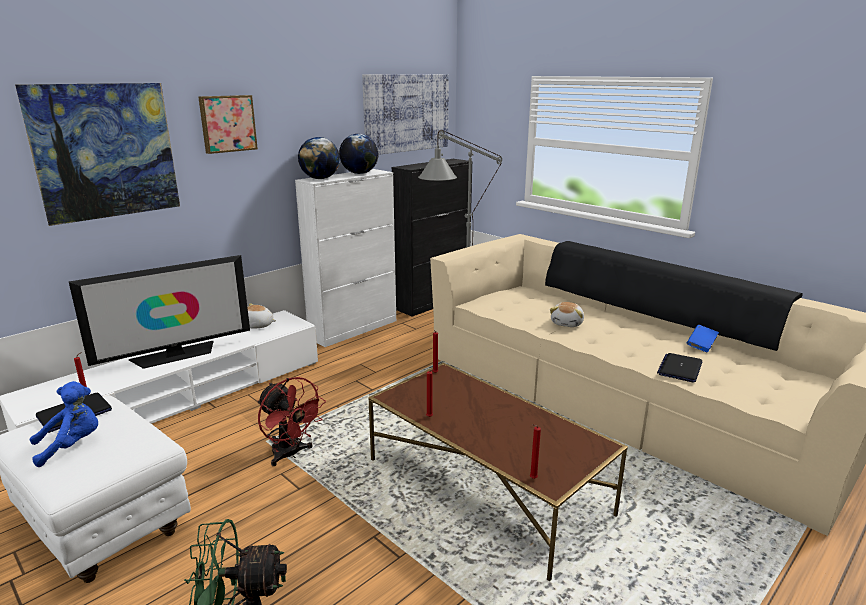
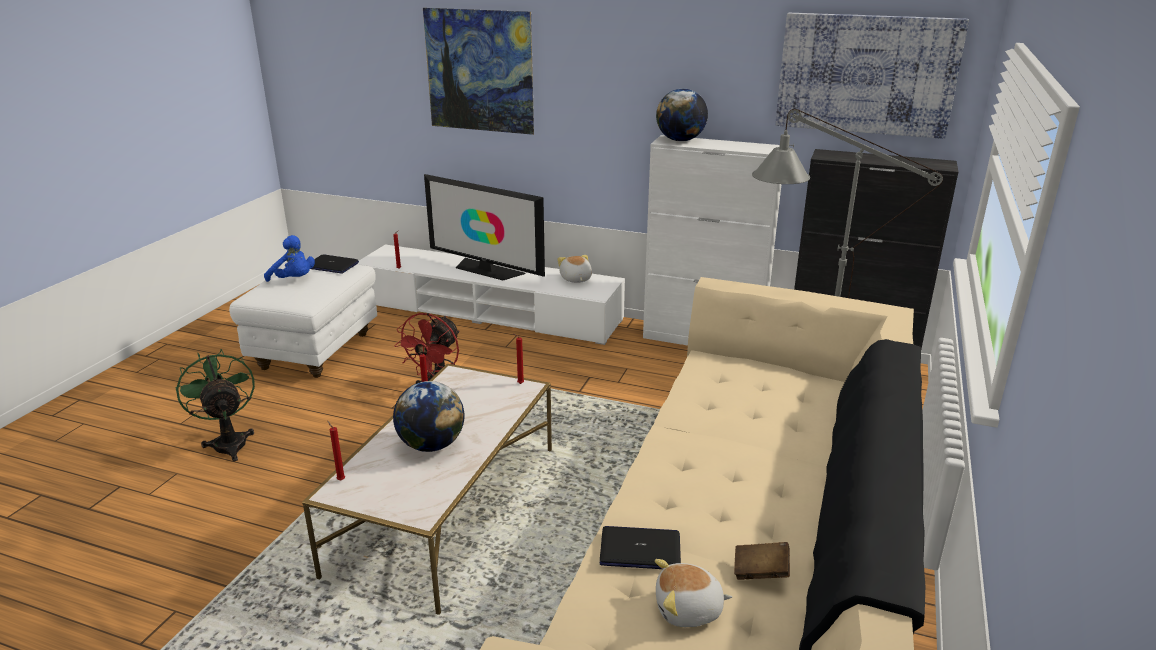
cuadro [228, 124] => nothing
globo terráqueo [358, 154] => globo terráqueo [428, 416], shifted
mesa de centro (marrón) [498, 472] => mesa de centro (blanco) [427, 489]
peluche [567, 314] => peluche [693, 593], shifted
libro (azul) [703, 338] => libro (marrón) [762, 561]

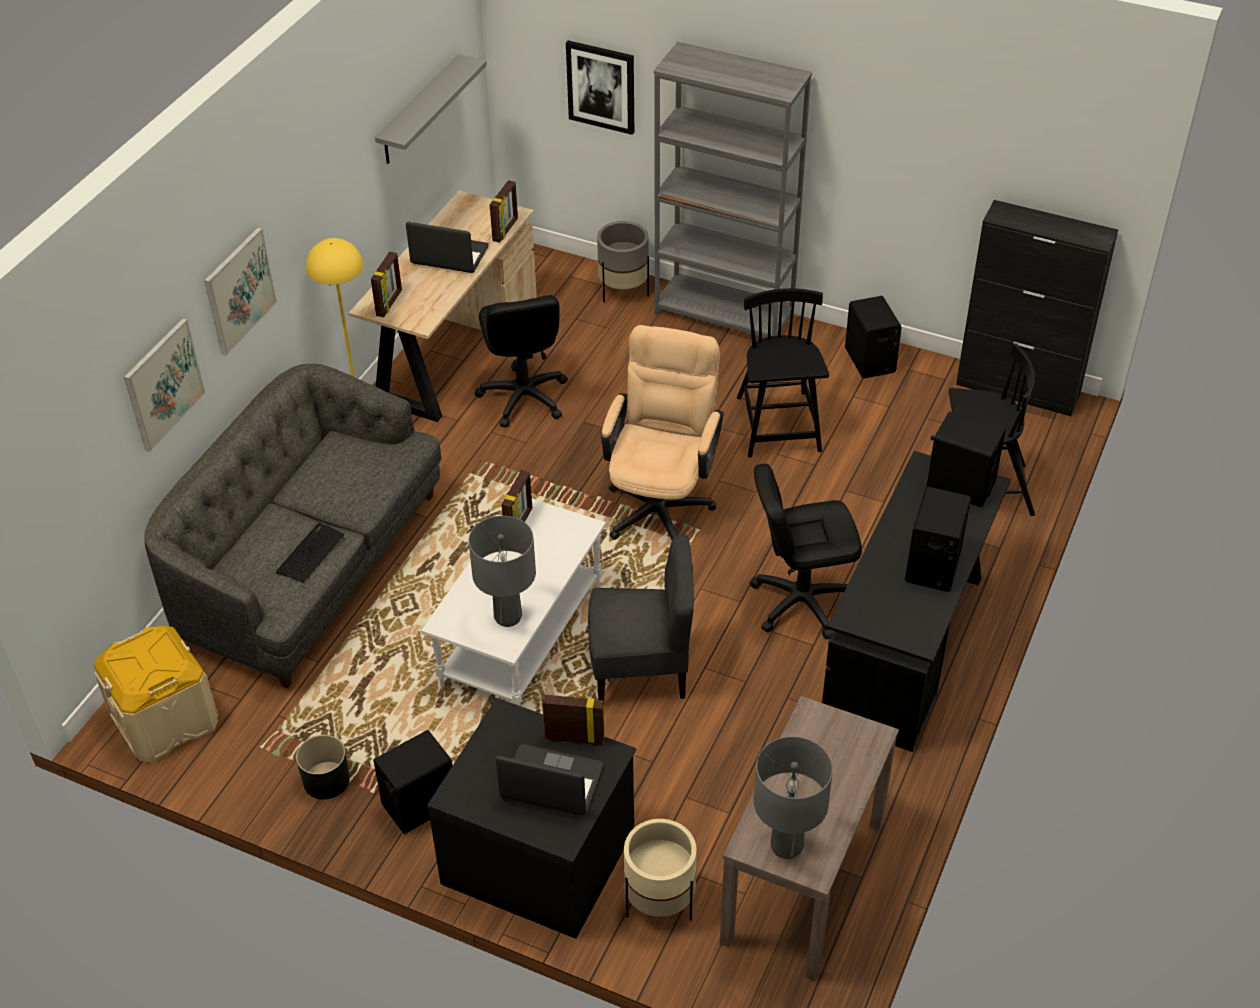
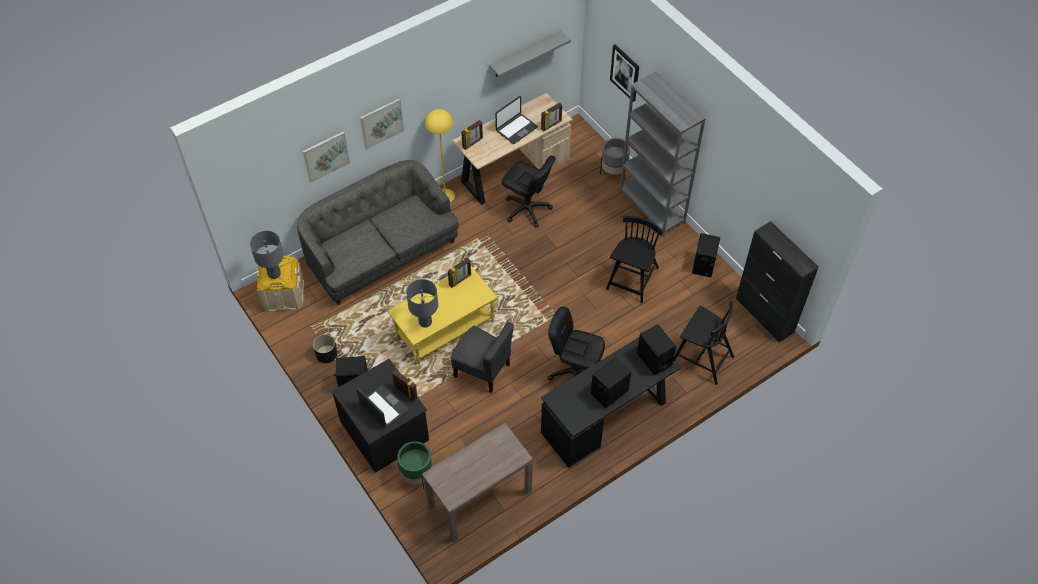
teclado [310, 552] => nothing
portátil [447, 247] => portátil [516, 120], 90 degrees clockwise
mesa de centro (blanco) [513, 602] => mesa de centro (amarillo) [442, 315]
silla de oficina (negro) [521, 361] => silla de oficina (negro) [529, 191], 75 degrees counterclockwise
silla de oficina (beis) [662, 432] => nothing
maceta (beis) [660, 869] => maceta (verde) [415, 465]
lámpara de mesa (gris) [793, 797] => lámpara de mesa (gris) [267, 255], shifted

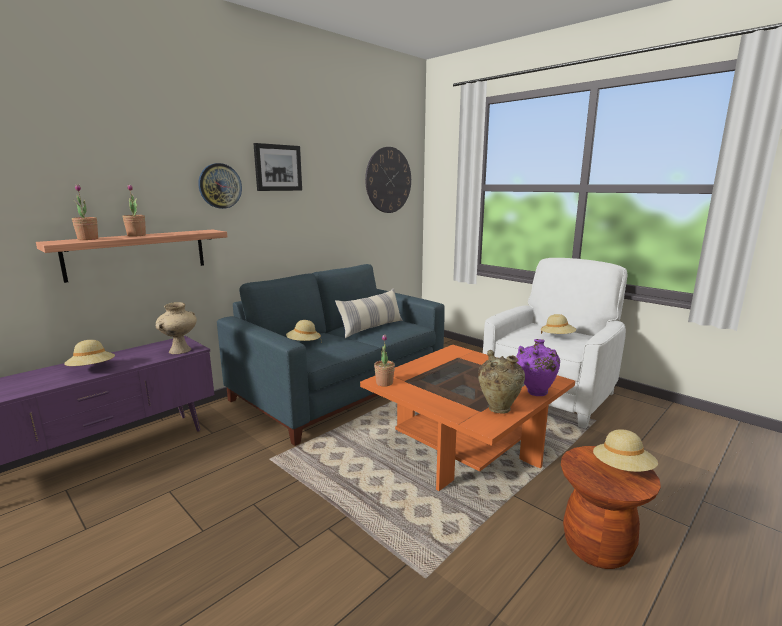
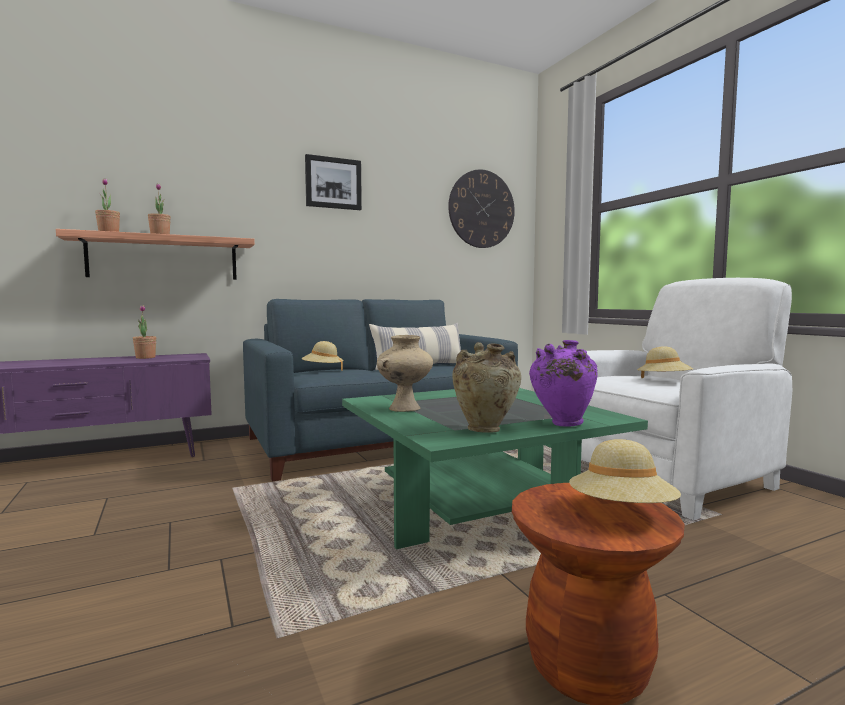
sombrero (beis) [89, 353] => nothing
florero (beis) [176, 328] => florero (beis) [405, 373], shifted
reloj de pared [220, 186] => nothing
mesa de centro (naranja) [467, 418] => mesa de centro (verde) [495, 468]
planta en maceta [384, 360] => planta en maceta [144, 332], shifted

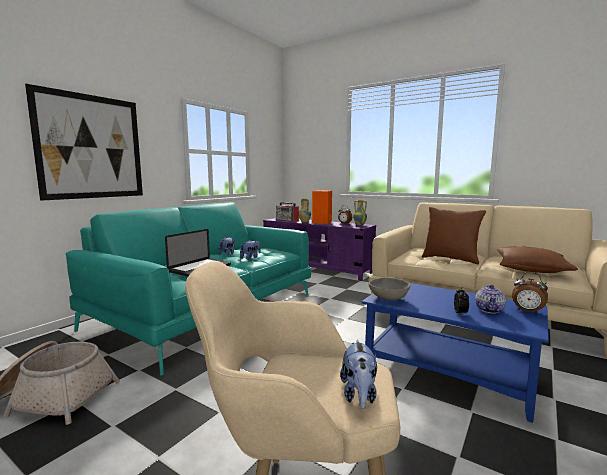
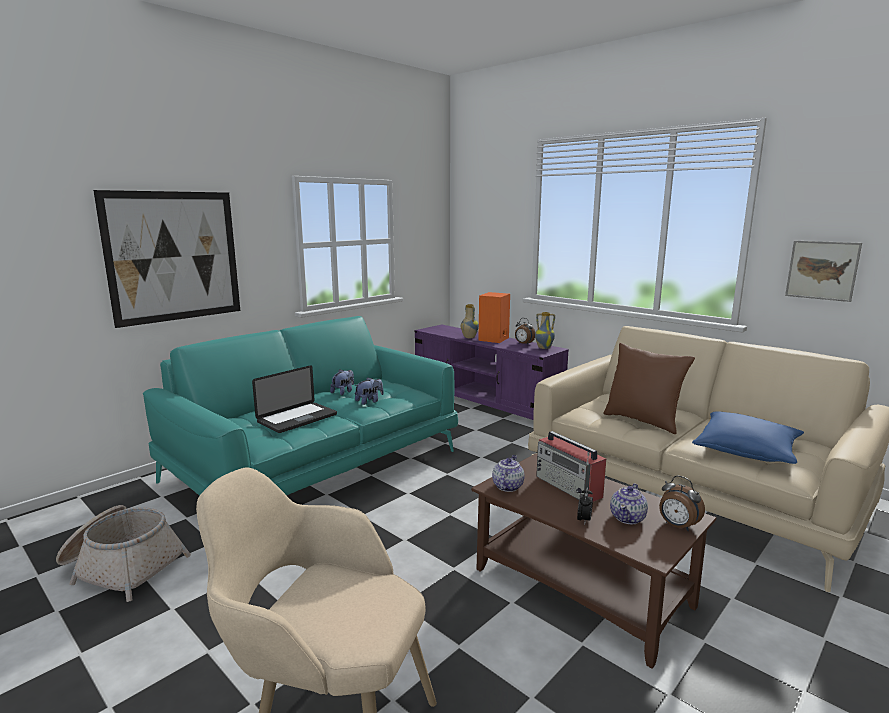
radio [287, 212] => radio [571, 466], shifted
peluche [358, 374] => nothing
mesa de centro (azul) [455, 353] => mesa de centro (marrón) [593, 561]
cuenco (gris) [389, 289] => tetera [508, 473]
cojín (marrón) [537, 259] => cojín (azul) [748, 437]
nothing => cuadro [823, 271]

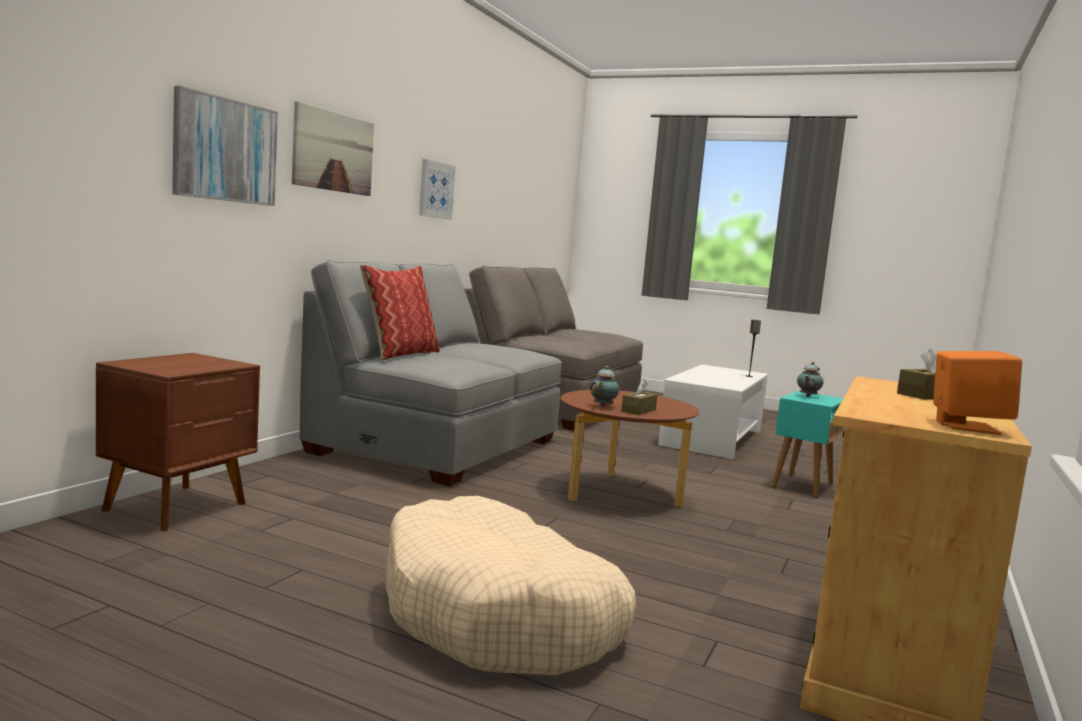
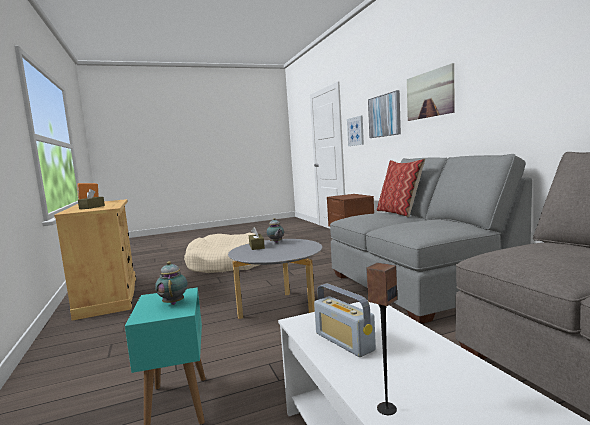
cuadro [437, 189] => cuadro [355, 131], shifted
mesa de centro (marrón) [630, 448] => mesa de centro (gris) [275, 279]
nothing => radio [345, 320]

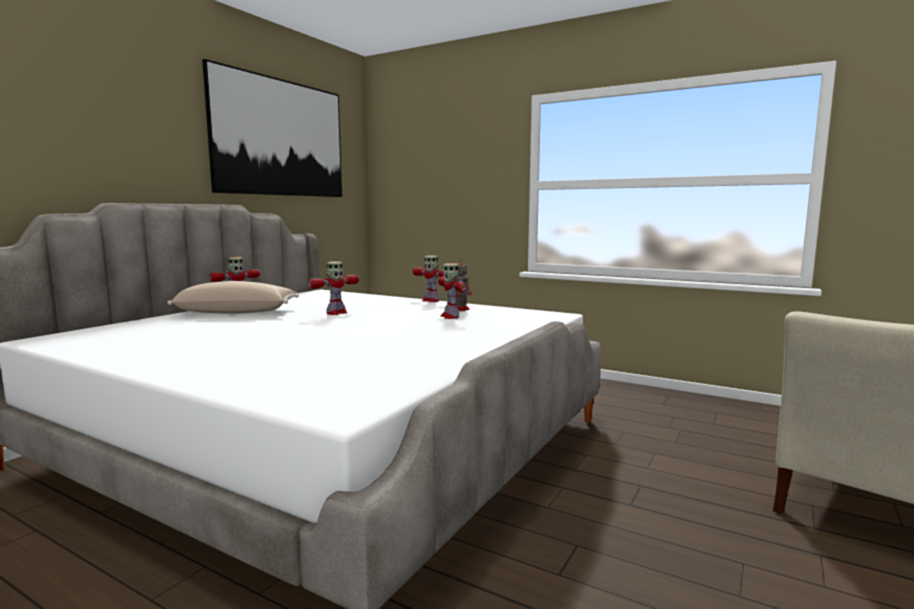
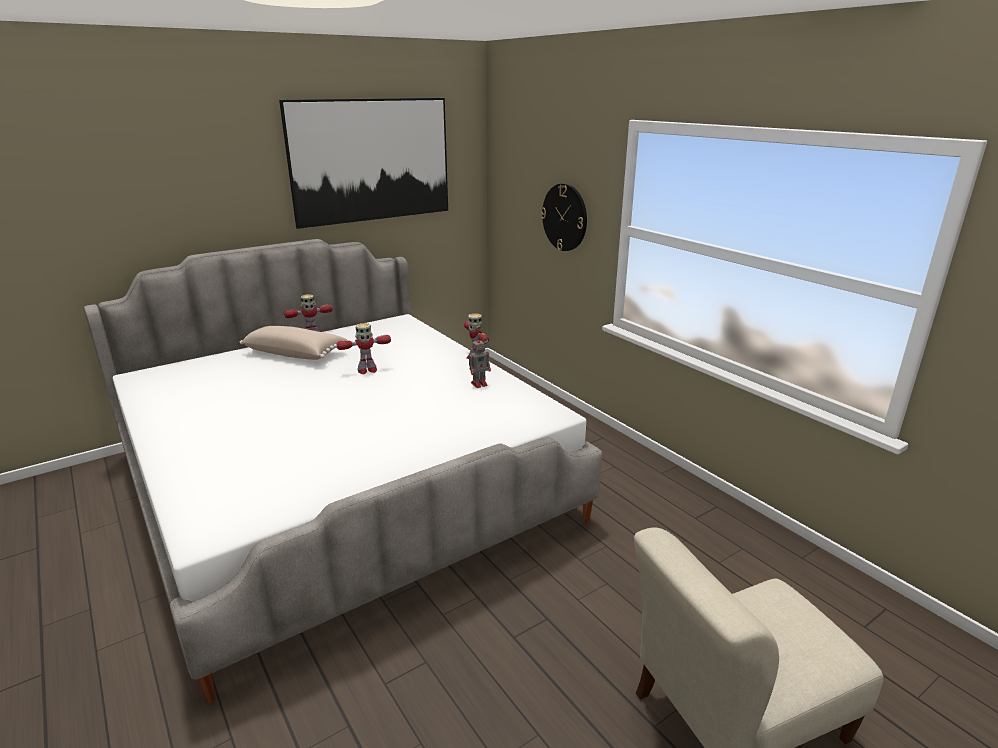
robot de juguete [452, 291] => nothing
nothing => reloj de pared [564, 217]

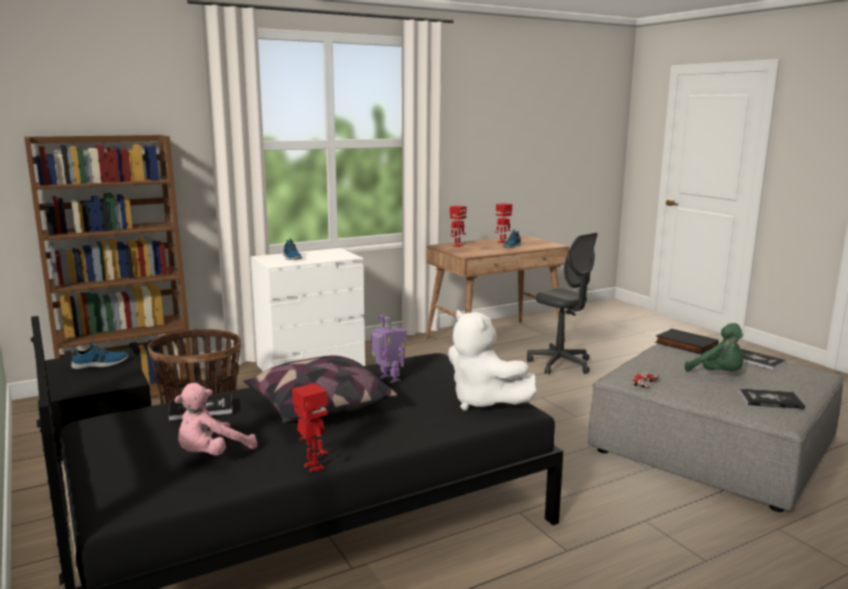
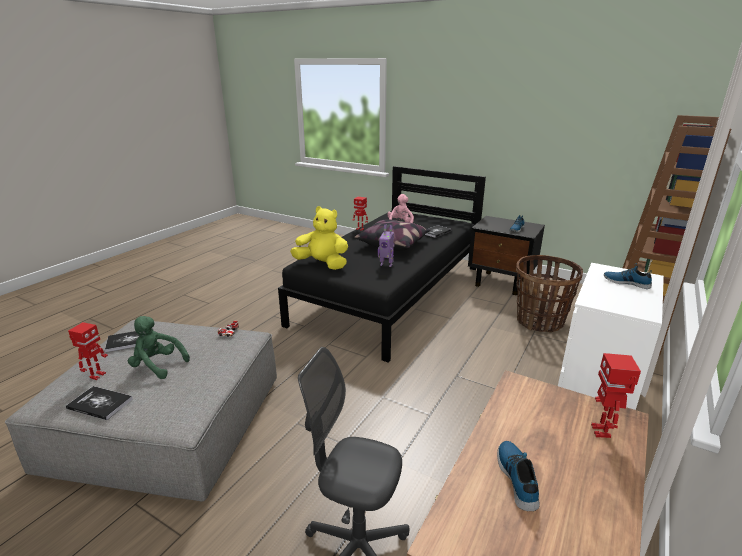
peluche (blanco) [492, 360] => peluche (amarillo) [319, 238]
robot de juguete [503, 223] => robot de juguete [88, 351], shifted
libro (negro) [687, 341] => nothing

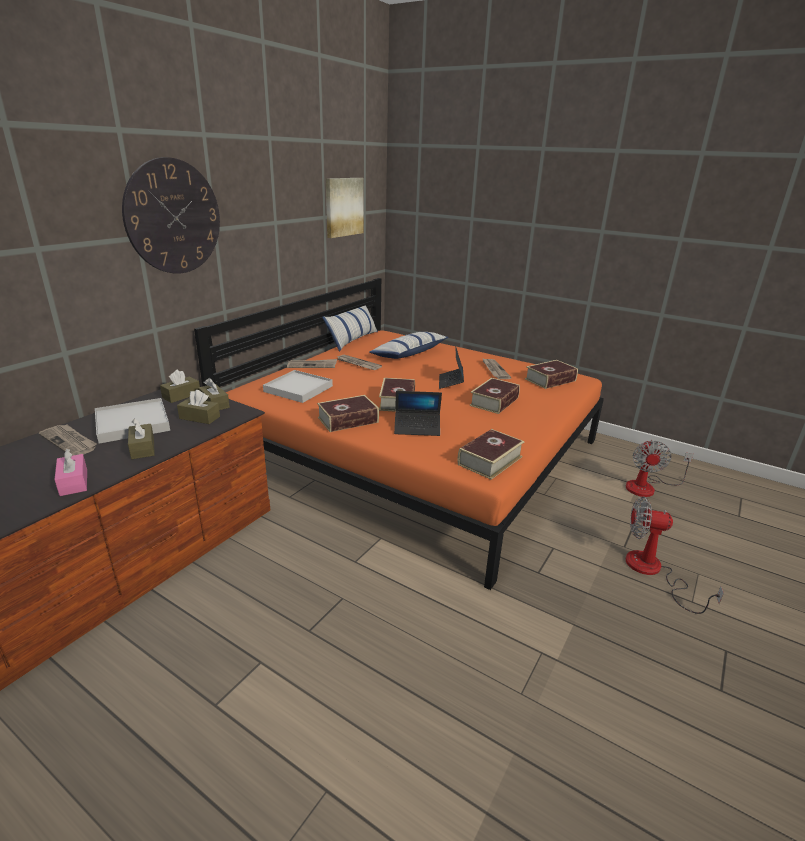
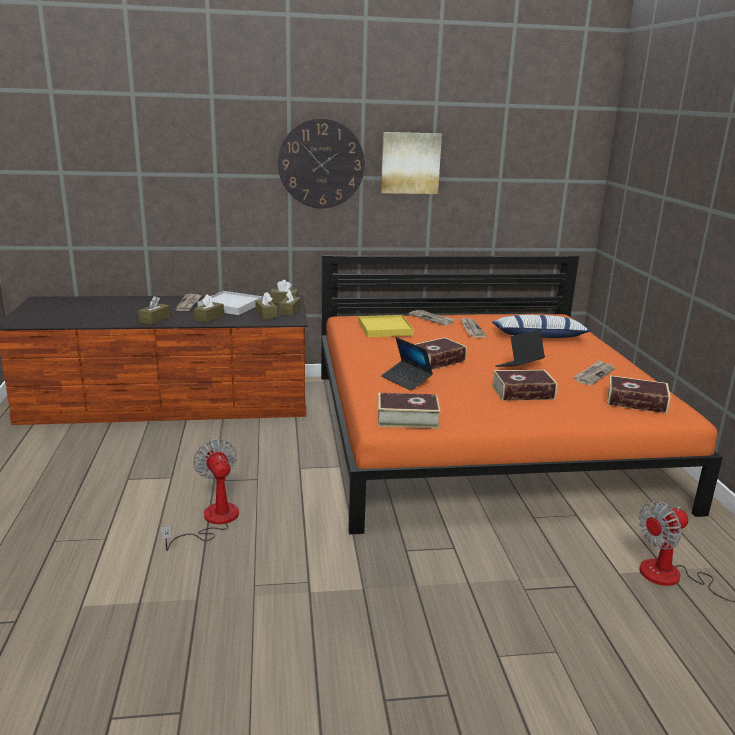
caja de pañuelos (rosa) [71, 472] => caja de pañuelos (marrón) [154, 310]
bandeja (blanco) [298, 386] => bandeja (amarillo) [386, 326]
libro [348, 413] => nothing
cojín [350, 328] => nothing
cuadro [344, 208] => cuadro [411, 163], shifted
ventilador [675, 555] => ventilador [200, 495], shifted

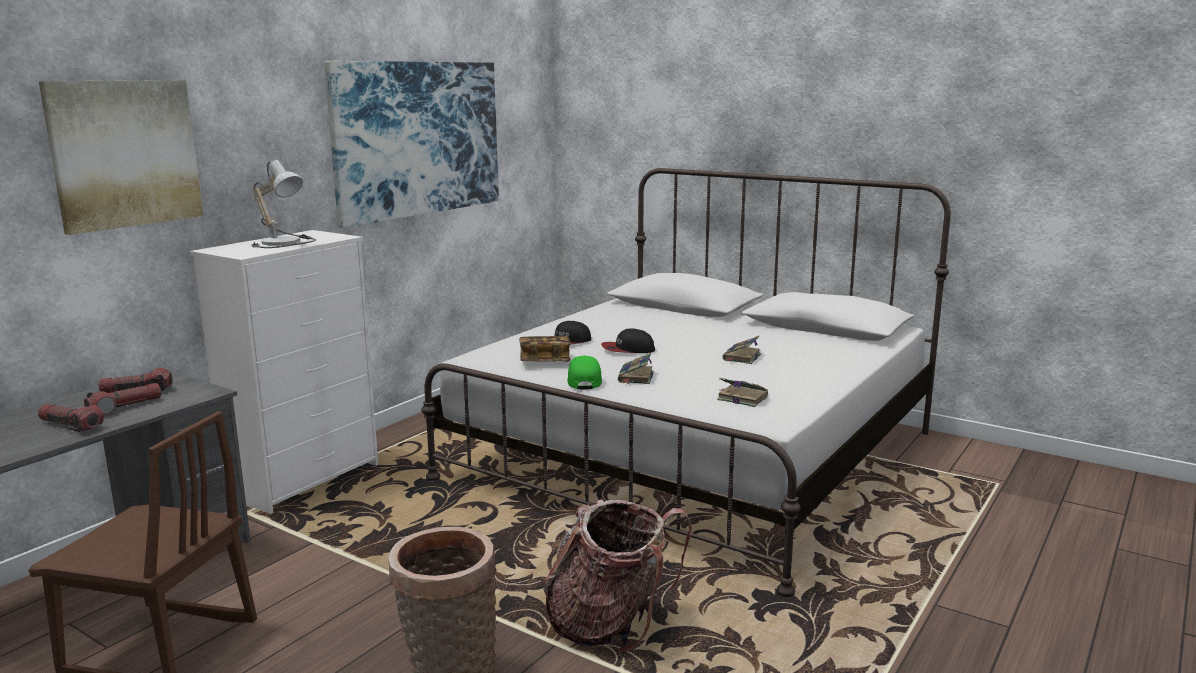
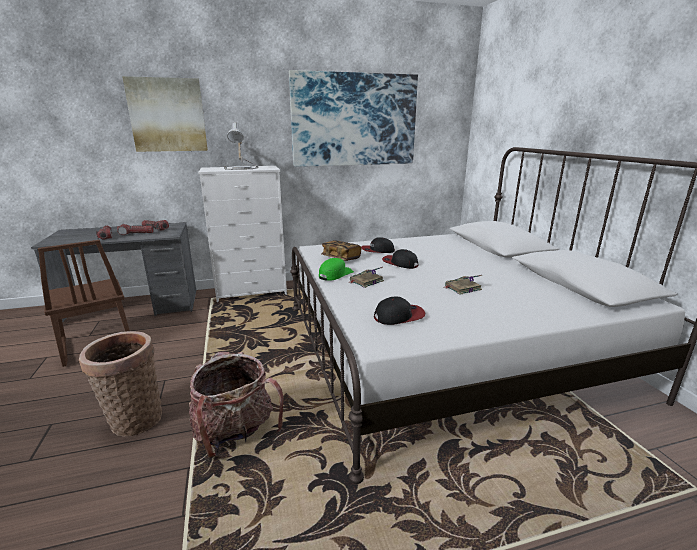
libro [742, 392] => gorra [399, 311]

